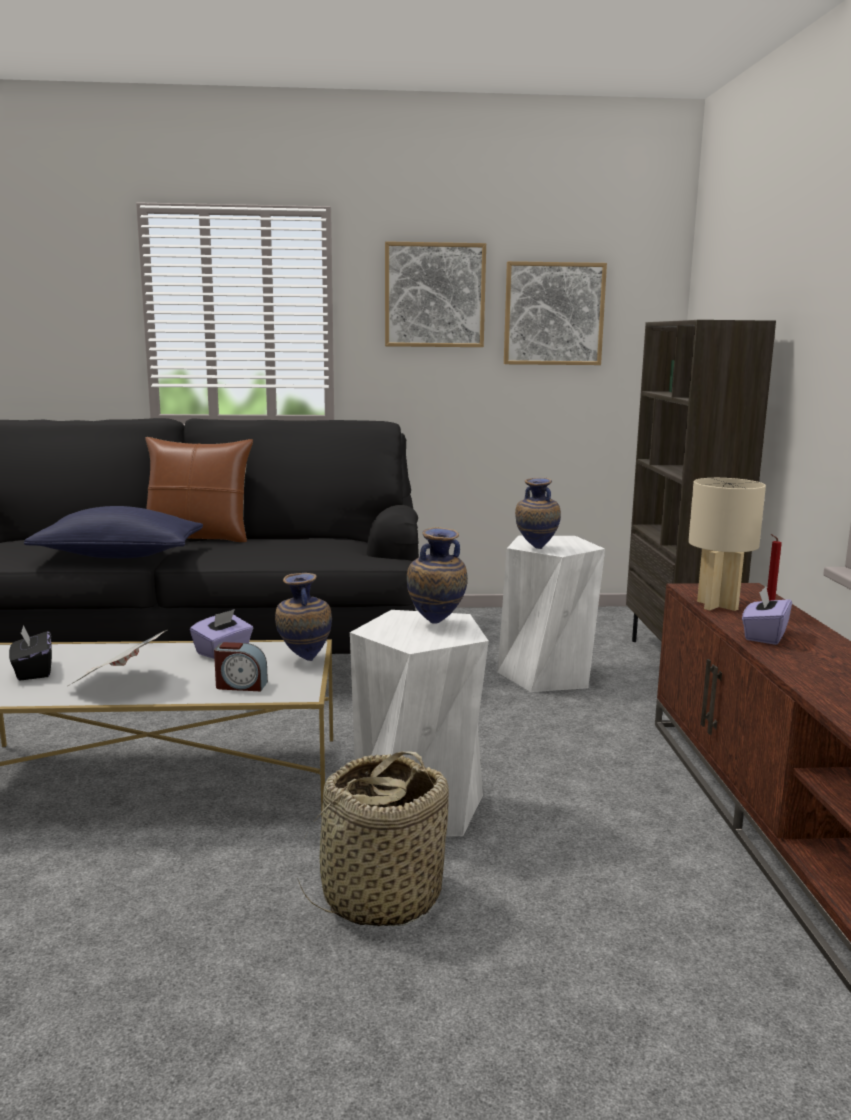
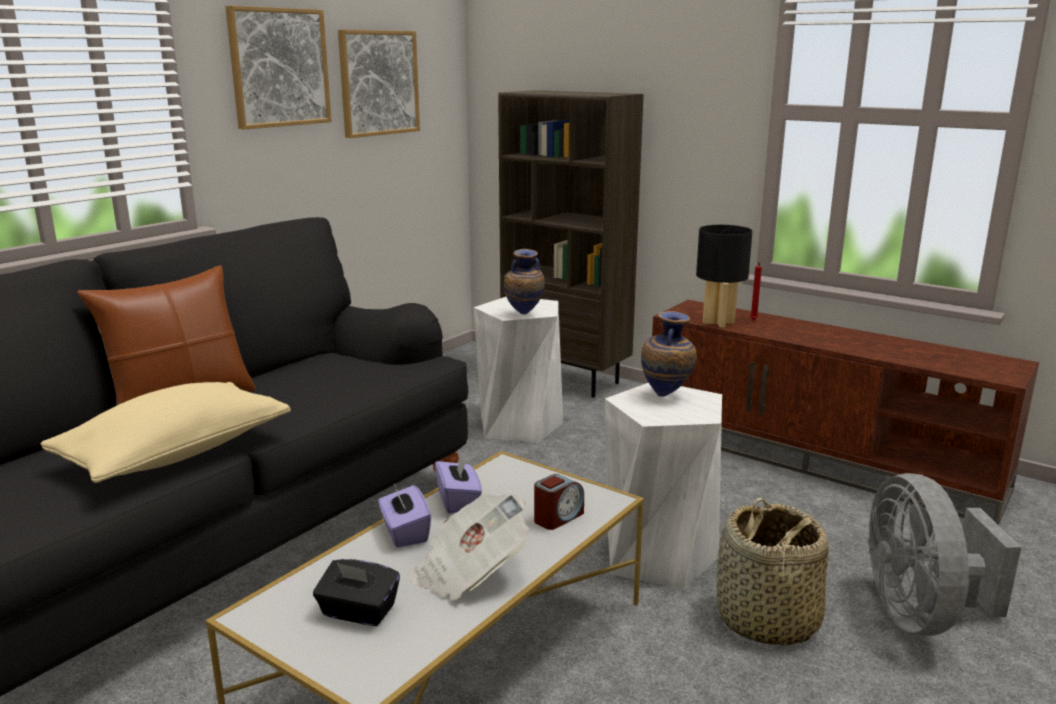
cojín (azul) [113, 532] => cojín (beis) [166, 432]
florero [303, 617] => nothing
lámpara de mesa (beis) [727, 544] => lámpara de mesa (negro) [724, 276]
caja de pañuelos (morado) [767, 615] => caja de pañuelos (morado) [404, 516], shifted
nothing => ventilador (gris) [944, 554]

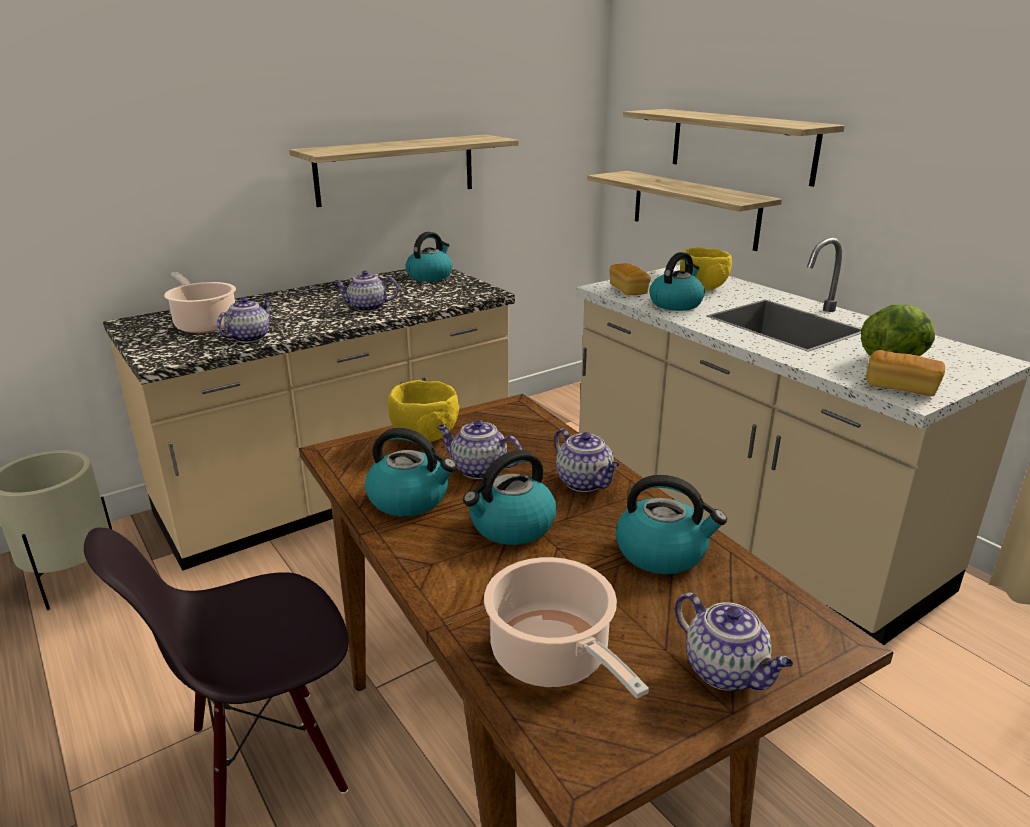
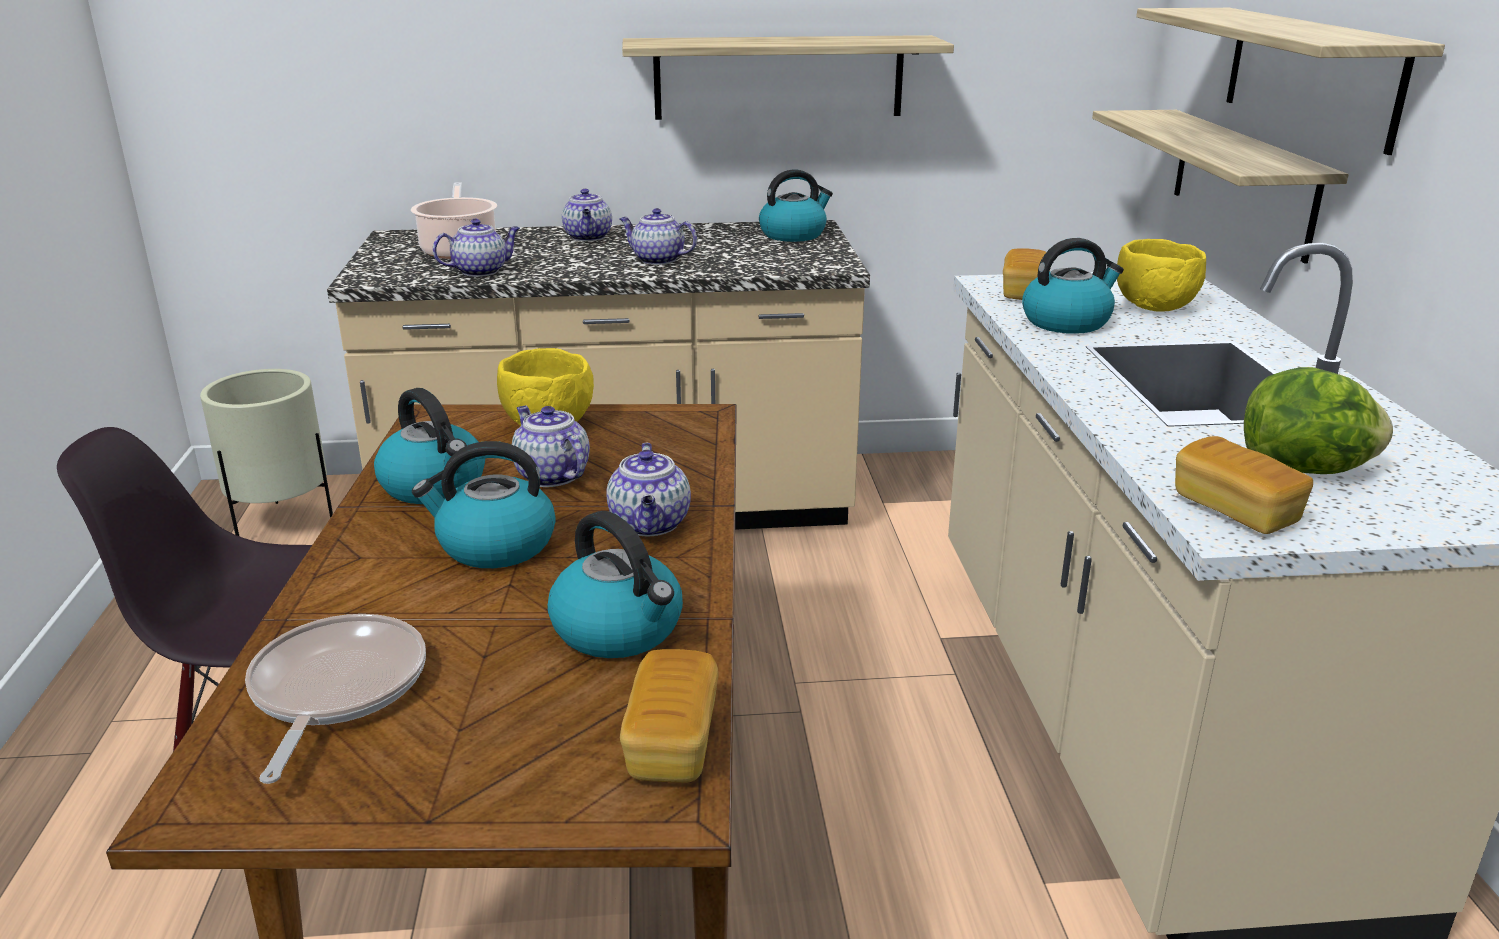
olla [566, 628] => sartén [335, 699]
tetera [734, 641] => tetera [587, 215], shifted
nothing => pan [669, 716]

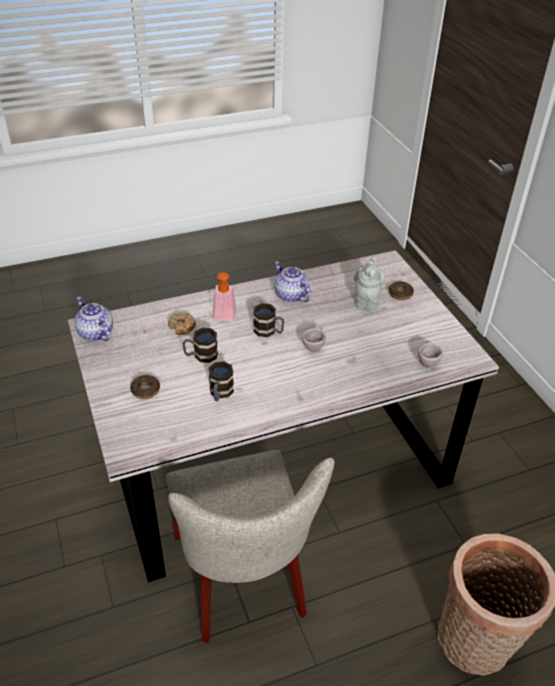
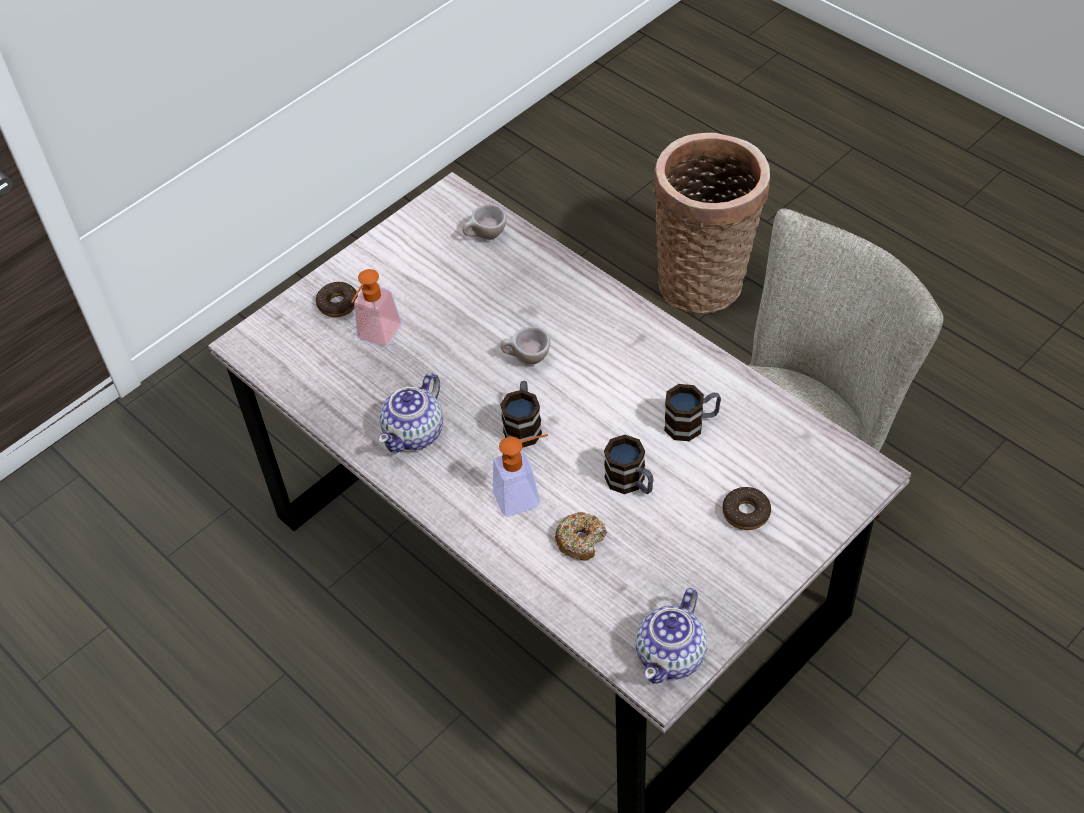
tetera (gris) [369, 283] => dispensador de jabón [376, 307]

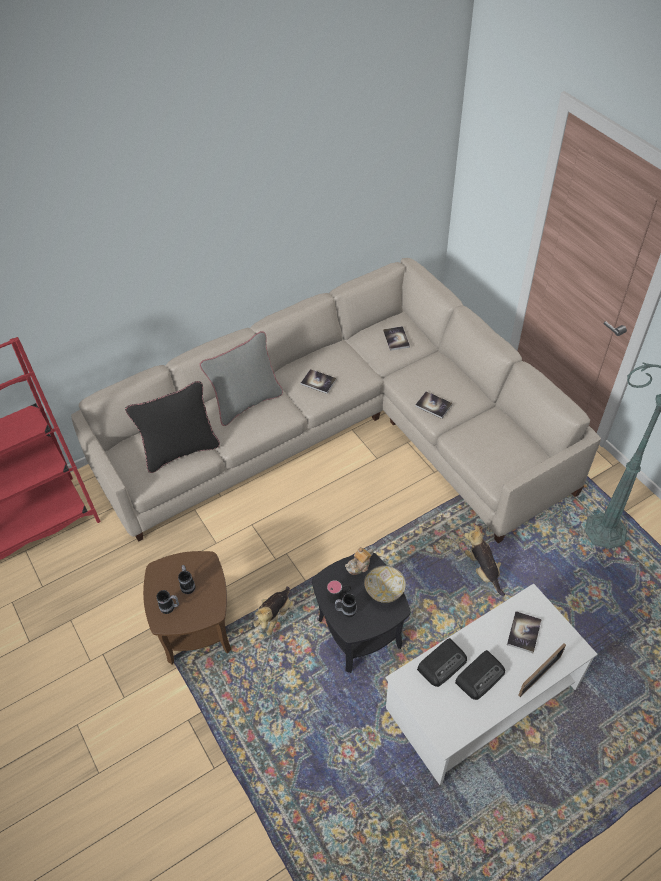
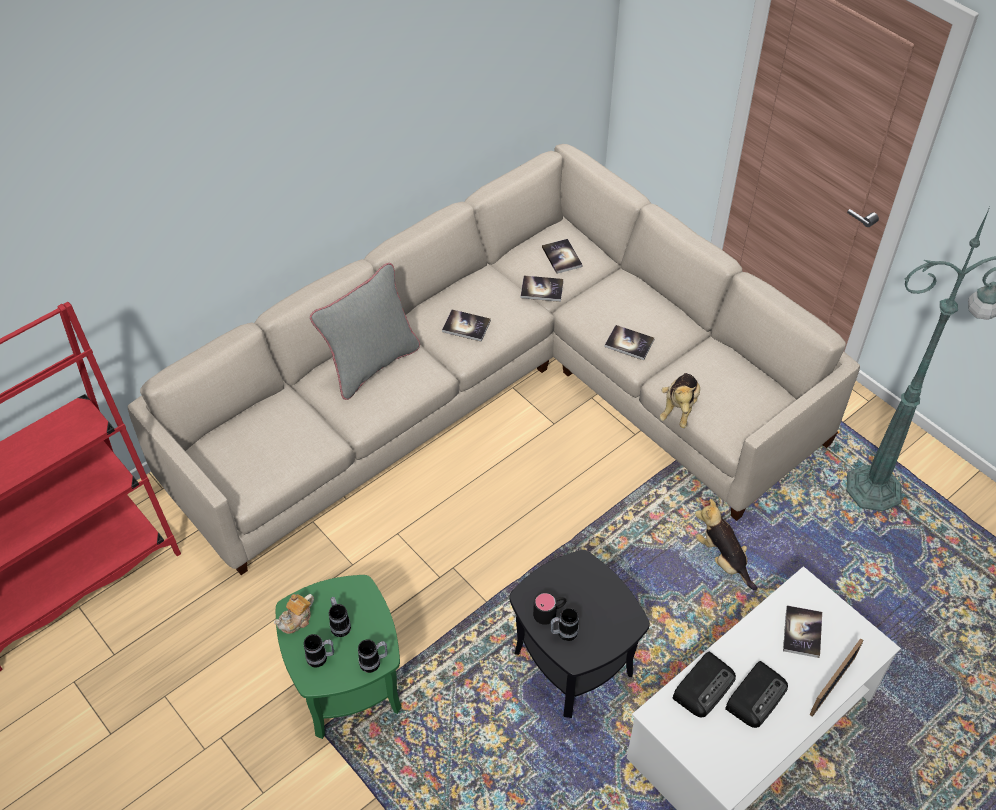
cojín (negro) [172, 427] => nothing
mesa auxiliar (marrón) [187, 607] => mesa auxiliar (verde) [338, 657]
peluche [272, 611] => peluche [679, 400], shifted
tetera [359, 561] => tetera [294, 614], shifted
cuenco [385, 584] => nothing
nothing => taza grande [373, 656]
nothing => libro [542, 289]

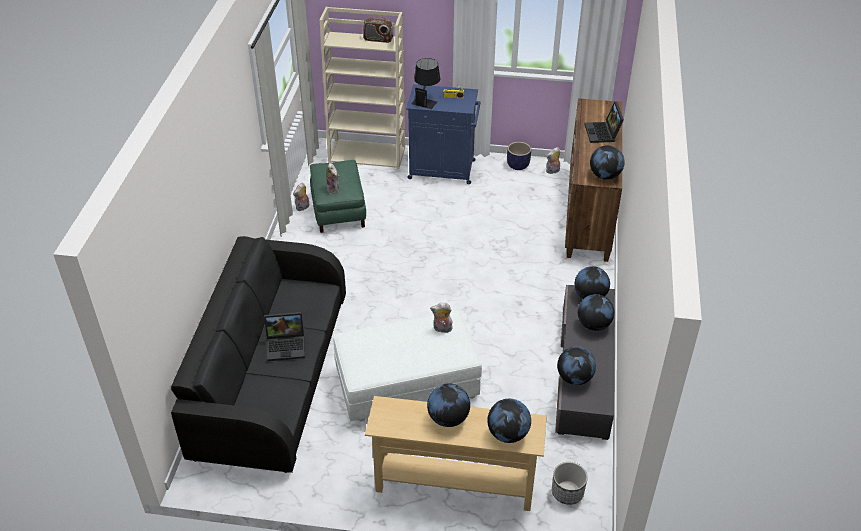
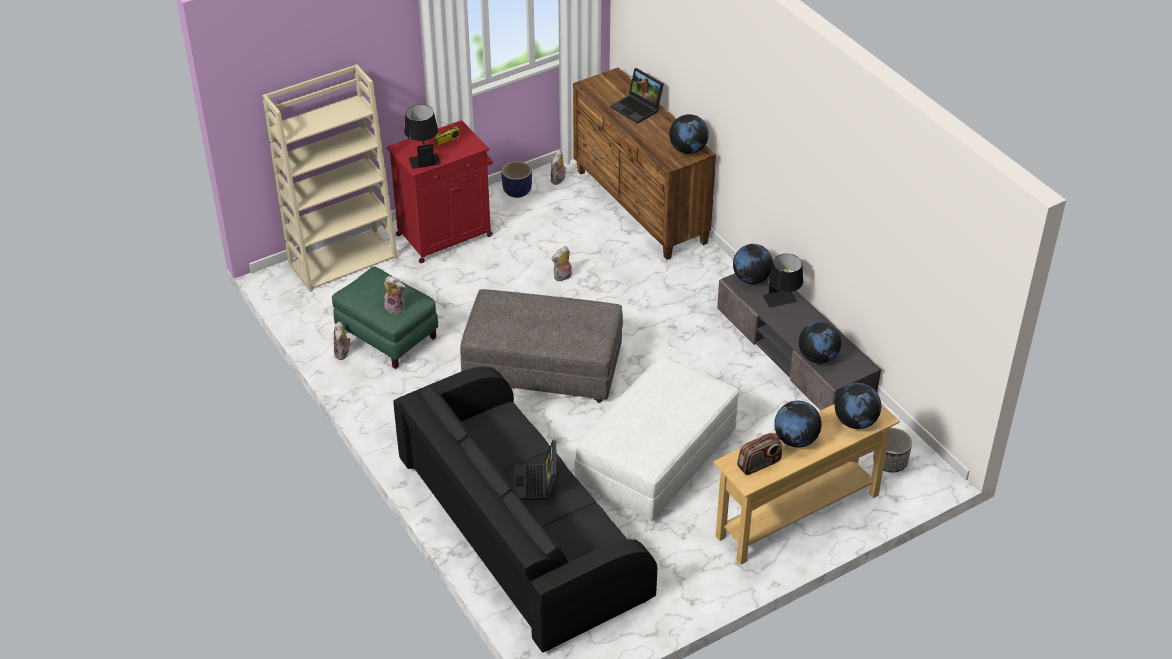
portátil [284, 336] => portátil [535, 470], 135 degrees clockwise
radio [378, 30] => radio [759, 454], shifted
armario (azul) [443, 134] => armario (rojo) [440, 191]
peluche [441, 318] => peluche [562, 263], shifted
globo terráqueo [596, 312] => lámpara de mesa (negro) [783, 280]
nothing => puf (gris) [541, 345]

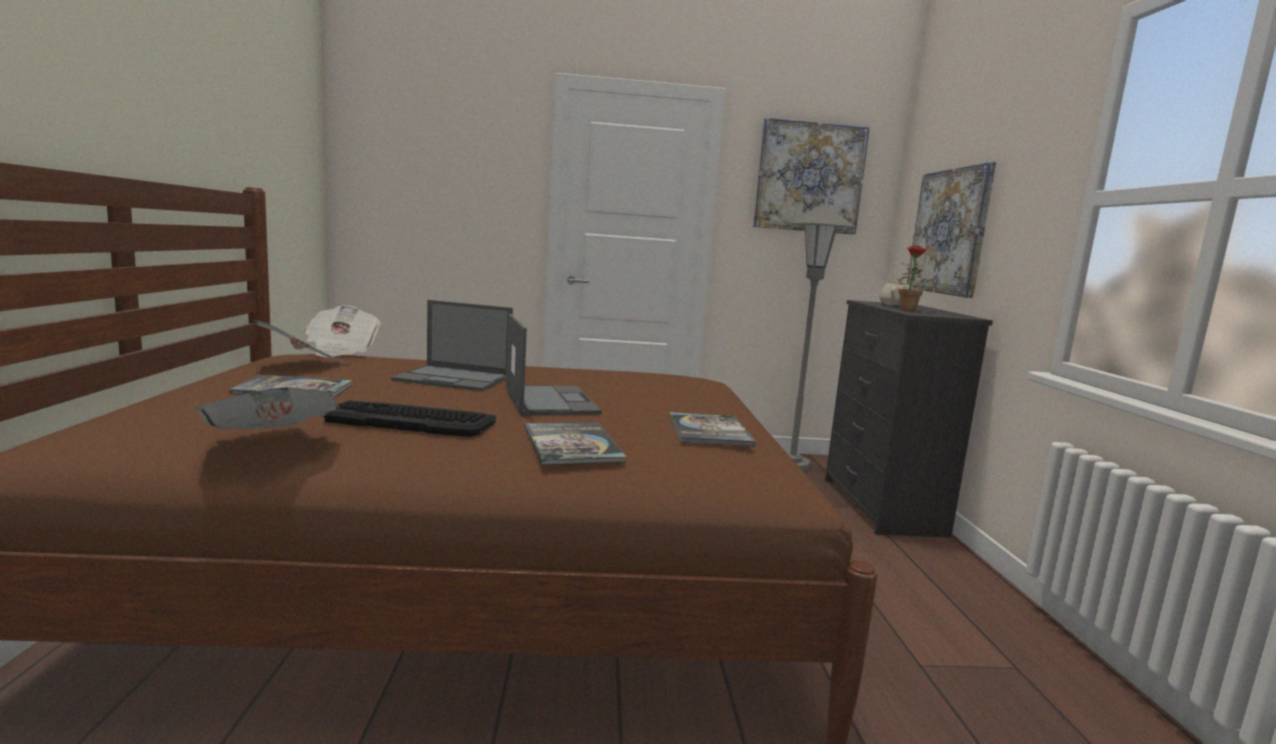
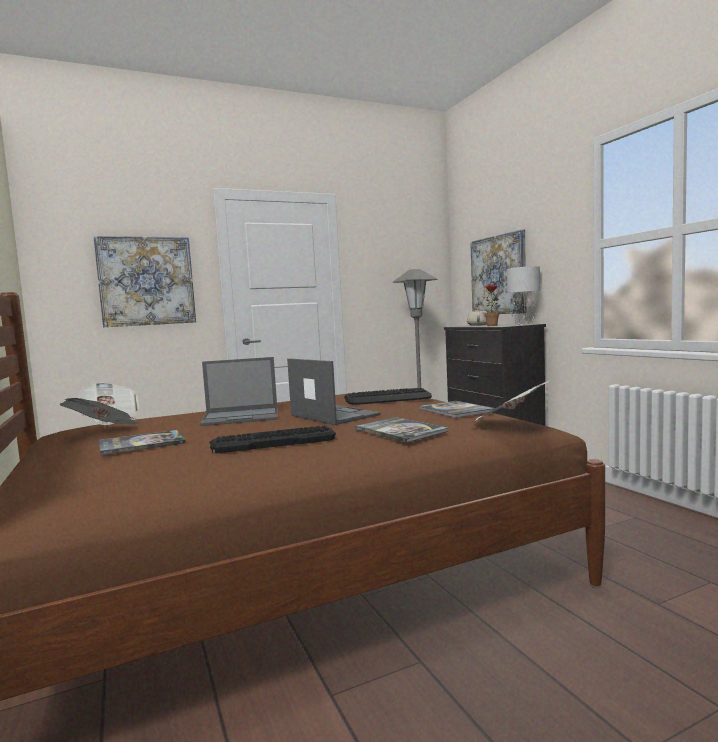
periódico [267, 408] => periódico [510, 401], shifted
cuadro [811, 176] => cuadro [144, 281], shifted
nothing => teclado [388, 396]
nothing => lámpara de mesa (gris) [523, 295]

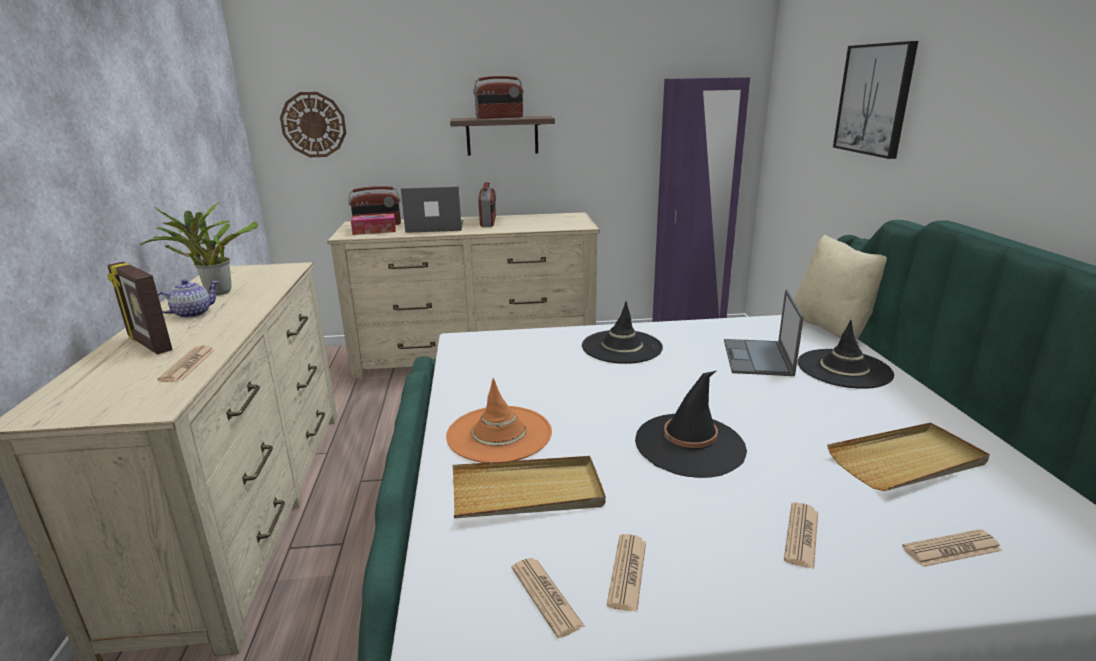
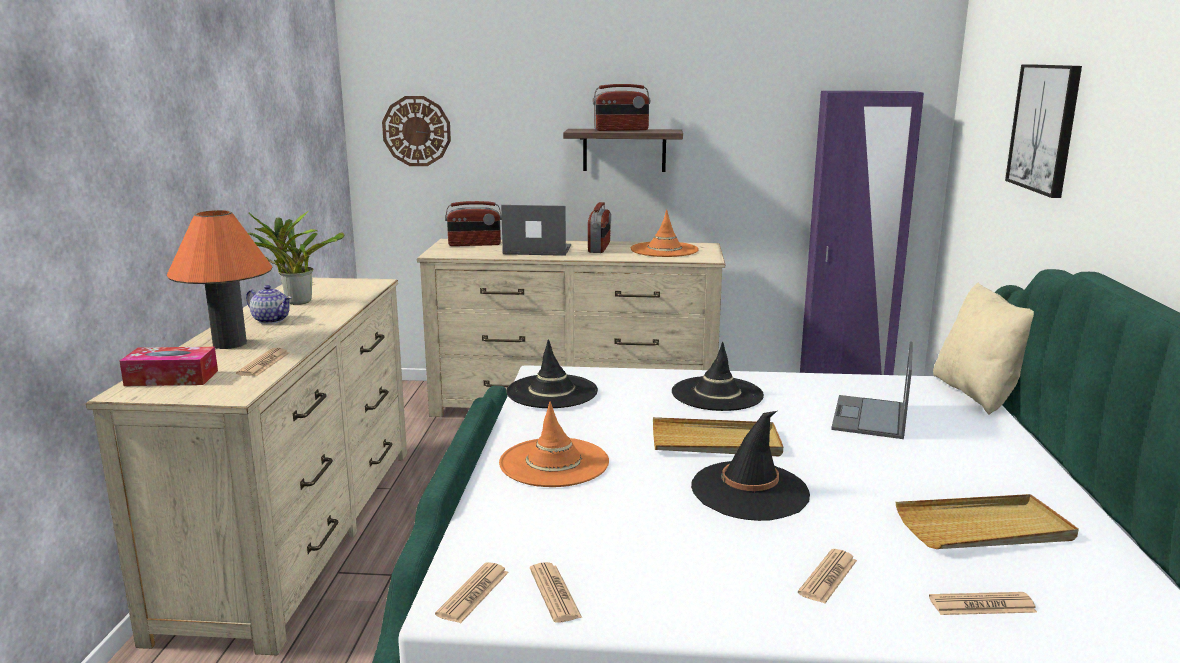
portarretratos [140, 308] => lámpara de mesa (naranja) [219, 279]
tetera [188, 298] => tetera [269, 304], 60 degrees clockwise
caja de pañuelos [373, 224] => caja de pañuelos [168, 366], shifted
bandeja (beis) [529, 487] => bandeja (beis) [718, 436], shifted
periódico [626, 573] => periódico [472, 592], shifted
sombrero (negro) [846, 354] => sombrero (negro) [552, 373], shifted
nothing => sombrero (naranja) [665, 233]

